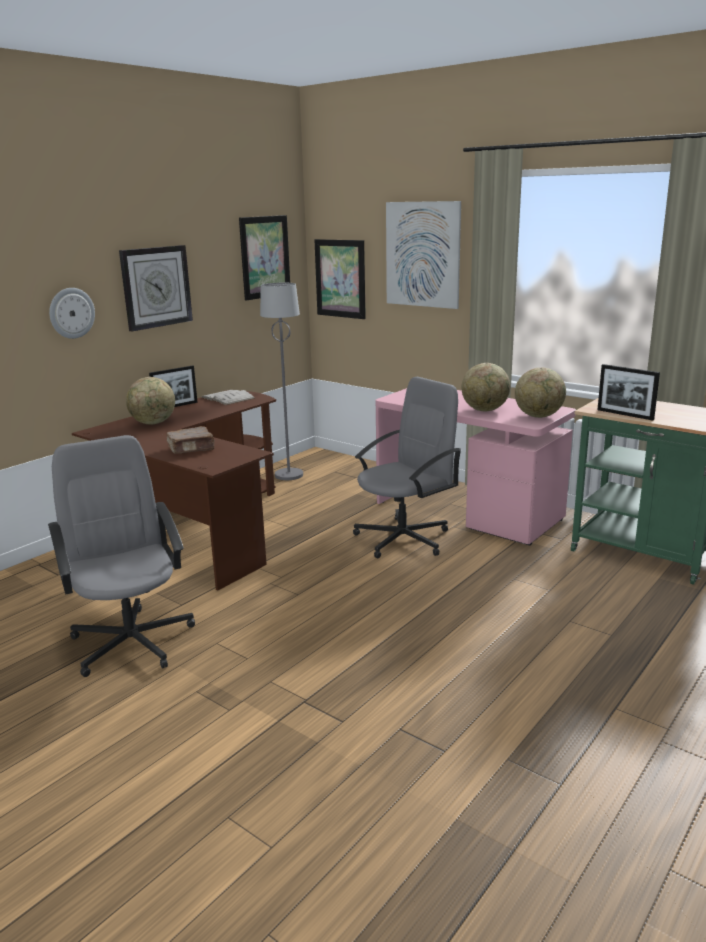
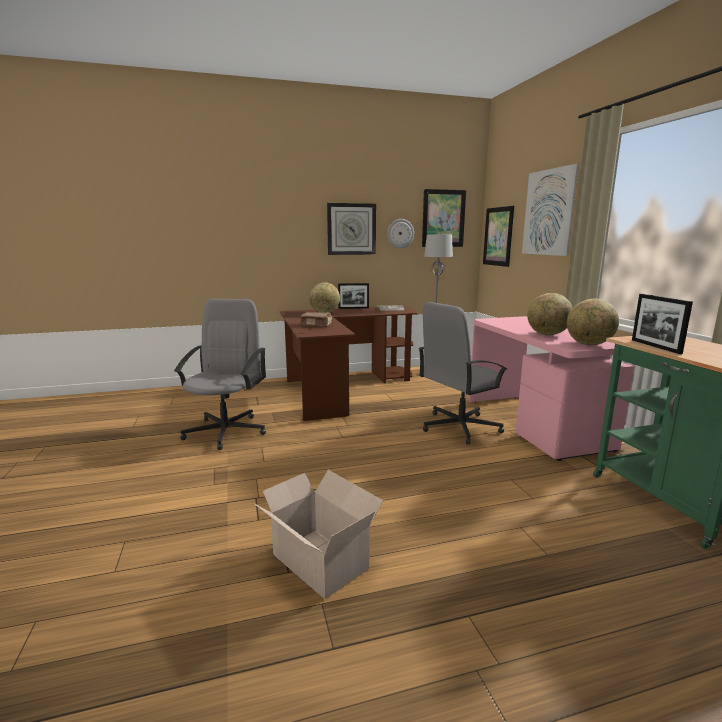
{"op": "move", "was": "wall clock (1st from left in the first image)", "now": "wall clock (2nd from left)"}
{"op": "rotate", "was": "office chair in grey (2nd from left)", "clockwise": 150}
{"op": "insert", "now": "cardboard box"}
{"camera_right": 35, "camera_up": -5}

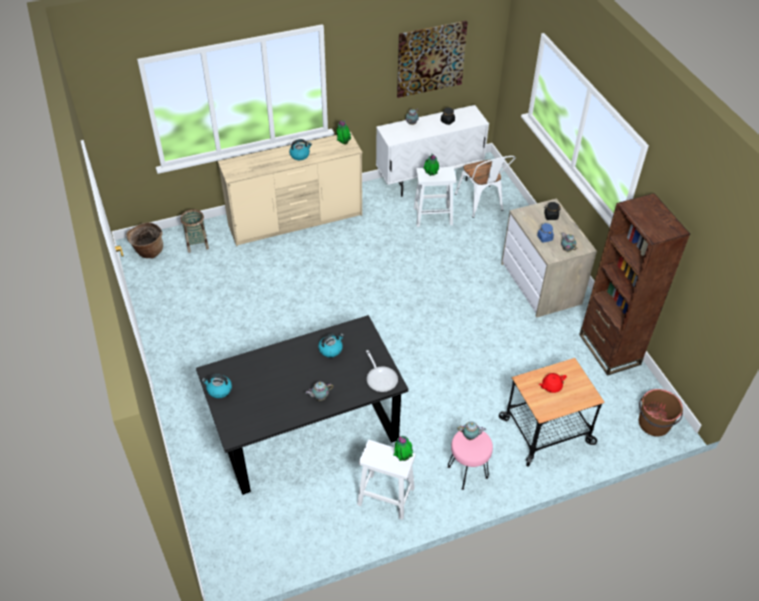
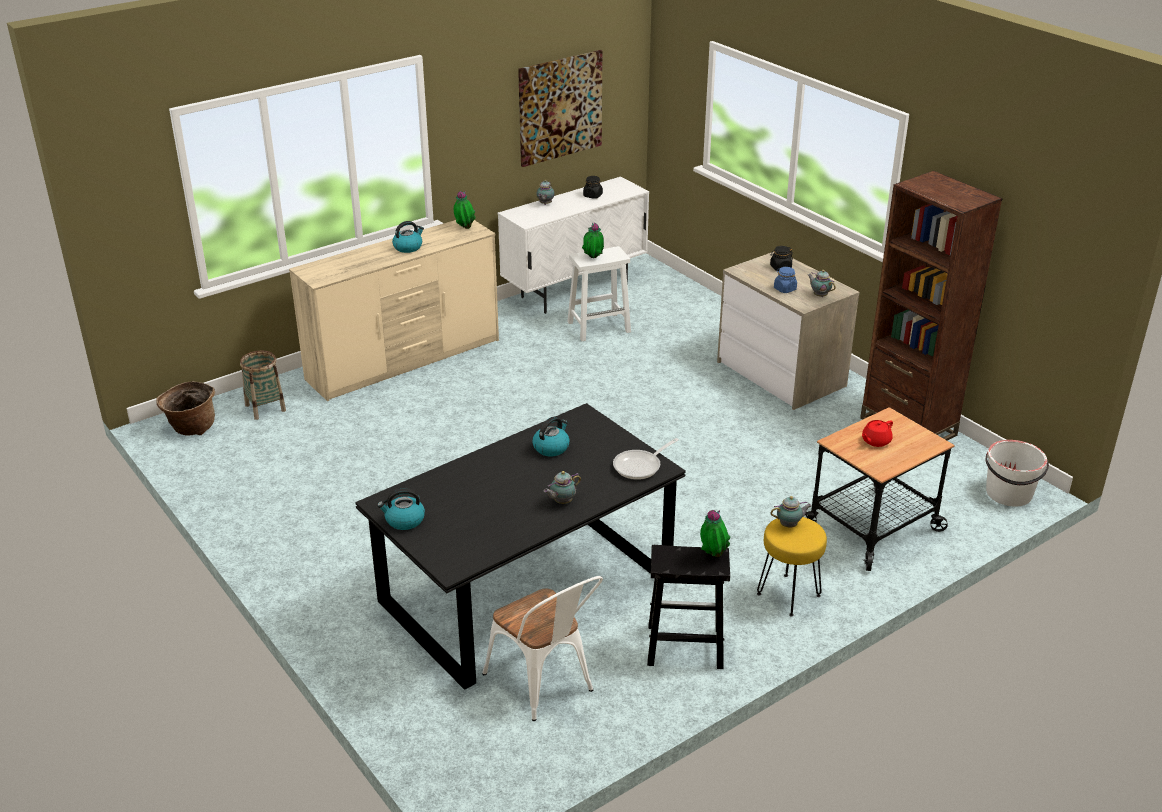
{"op": "recolor", "was": "stool in white (1st from left)", "now": "stool in black"}
{"op": "rotate", "was": "frying pan", "clockwise": 90}
{"op": "recolor", "was": "stool in pink", "now": "stool in yellow"}
{"op": "move", "was": "chair in white"}
{"op": "recolor", "was": "bucket in brown", "now": "bucket in white"}
{"camera_right": -15, "camera_up": -15}

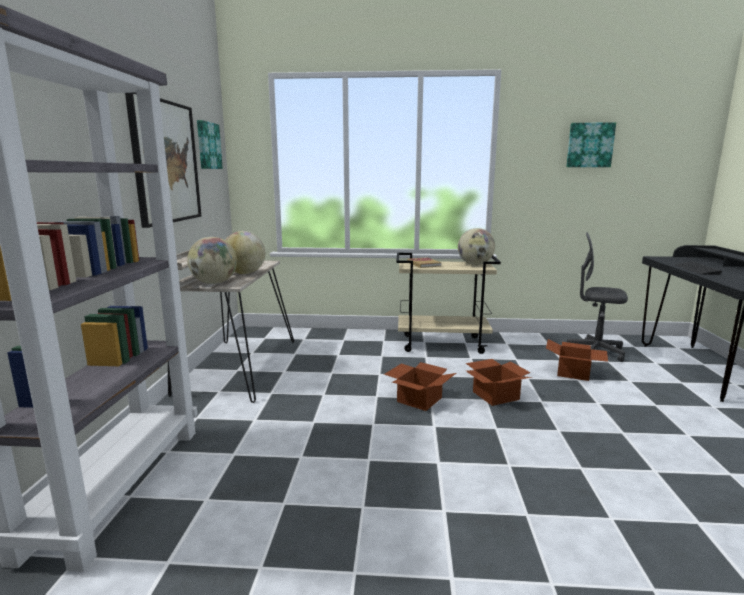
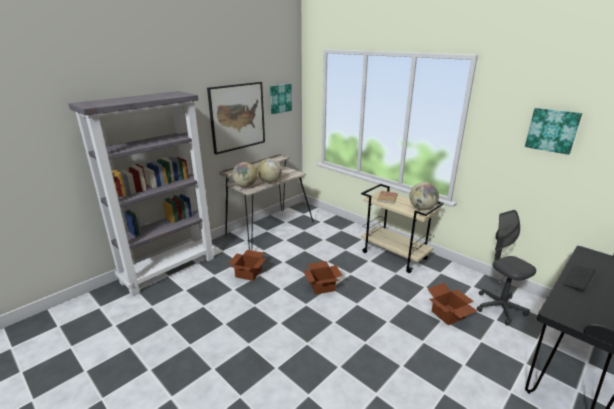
{"op": "move", "was": "cardboard box (2nd from left in the first image)", "now": "cardboard box (1st from left)"}
{"camera_right": 40, "camera_up": 10}

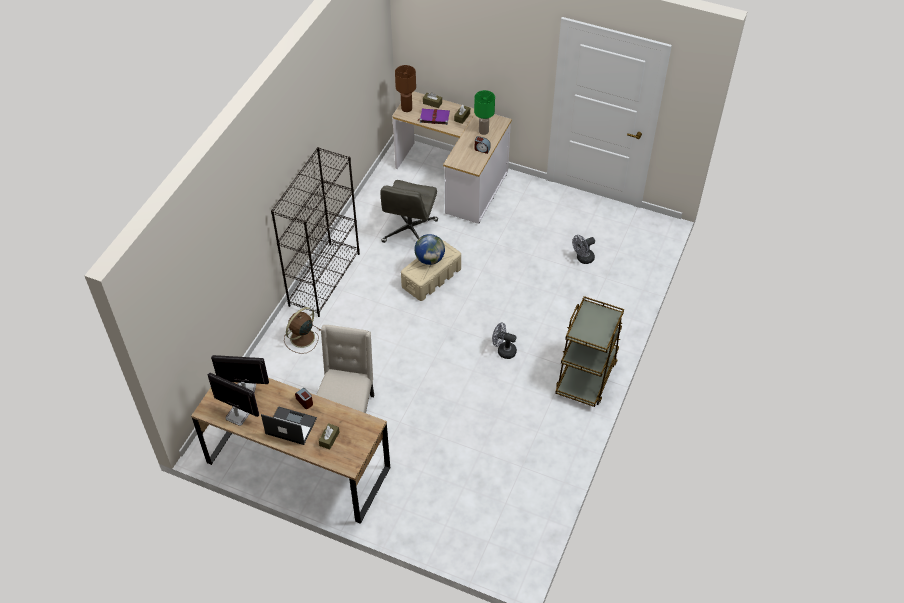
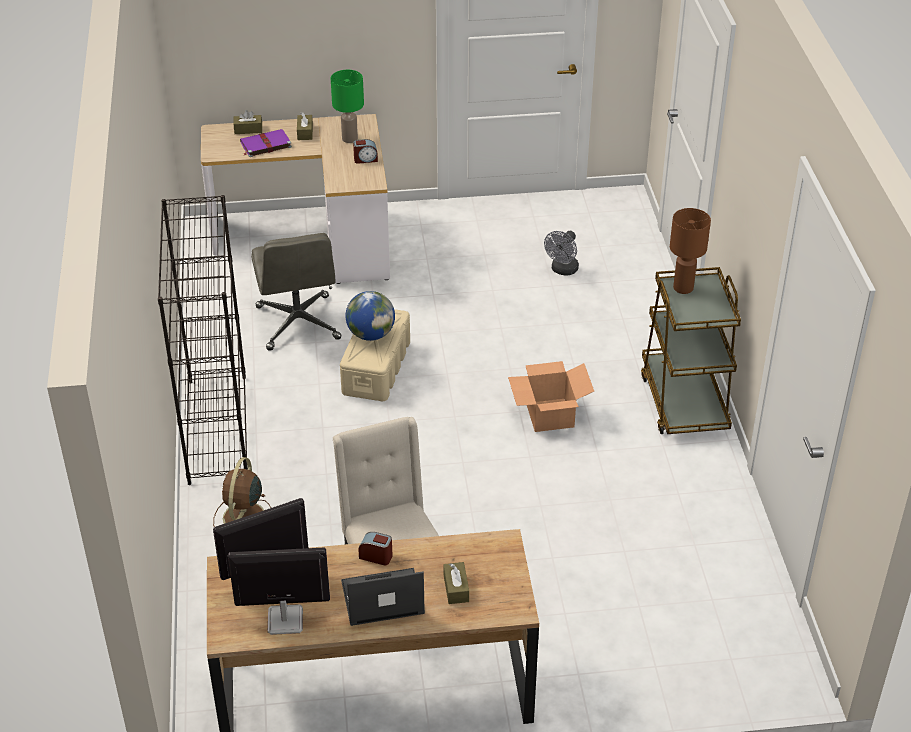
{"op": "move", "was": "table lamp in brown"}
{"op": "replace", "was": "fan in grey (1st from left)", "now": "cardboard box"}
{"camera_right": -30, "camera_up": -10}

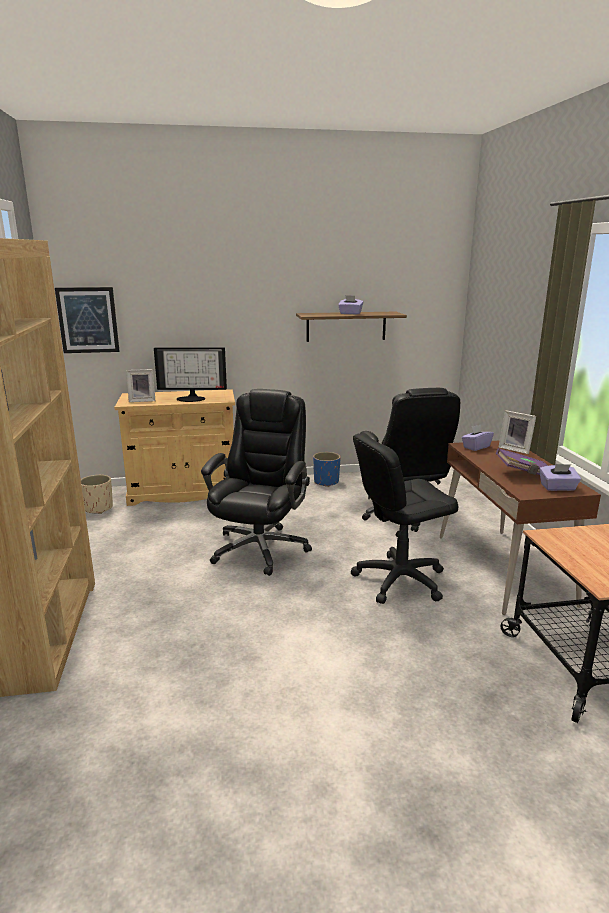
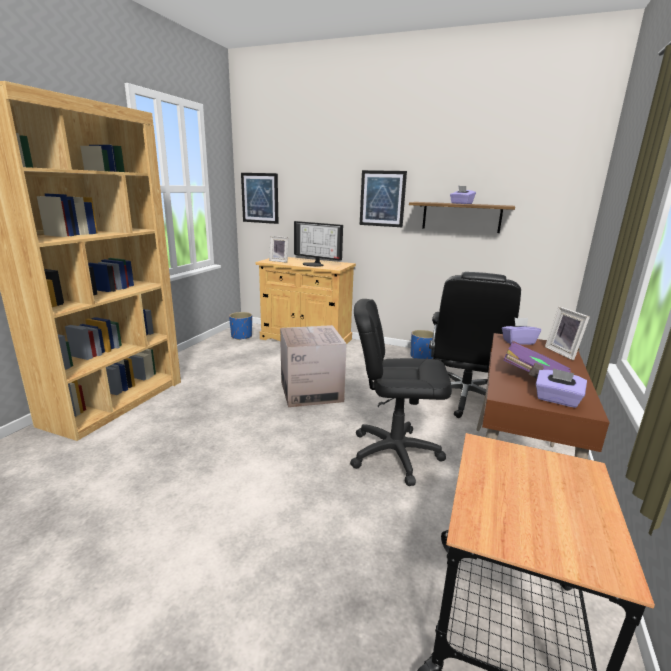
{"op": "recolor", "was": "planter in beige", "now": "planter in blue (1st from left)"}
{"op": "replace", "was": "office chair in black (1st from left)", "now": "cardboard box"}
{"op": "insert", "now": "picture (2nd from left)"}
{"camera_right": 30, "camera_up": 0}

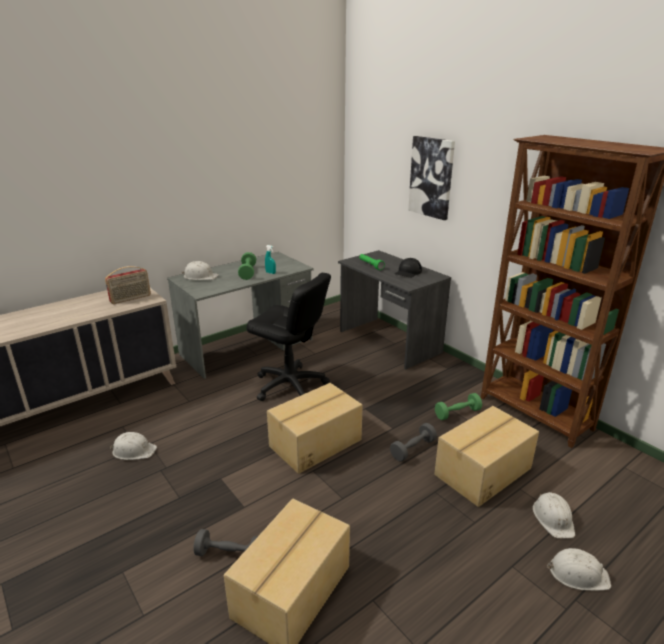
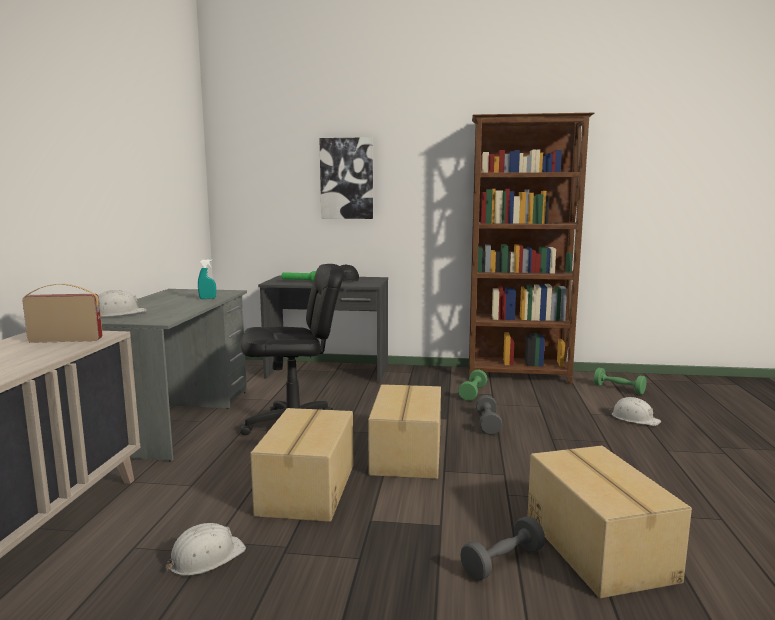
{"op": "rotate", "was": "radio", "clockwise": -105}
{"op": "move", "was": "dumbbell in green (1st from left in the first image)", "now": "dumbbell in green (2nd from left)"}
{"op": "move", "was": "cardboard box (3rd from left in the first image)", "now": "cardboard box (1st from left)"}
{"op": "delete", "was": "hard hat in white (4th from left)"}
{"camera_right": -45, "camera_up": -15}

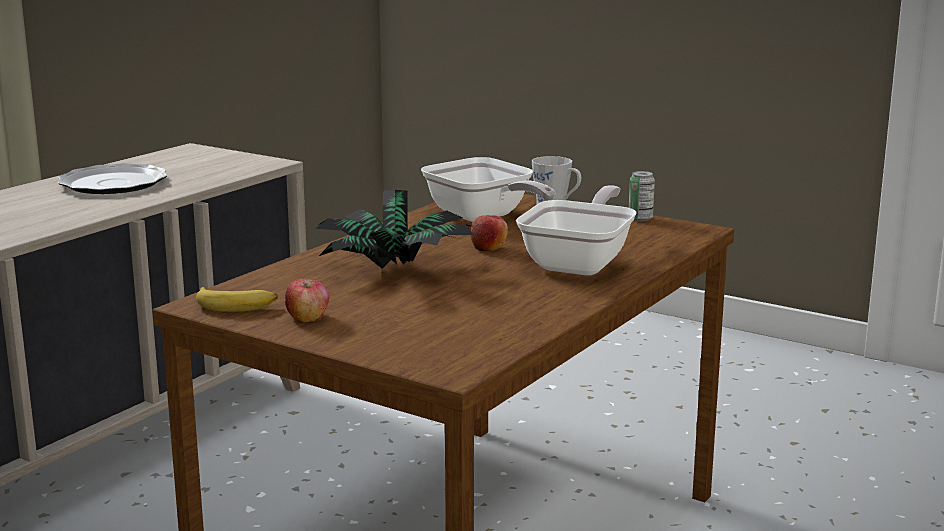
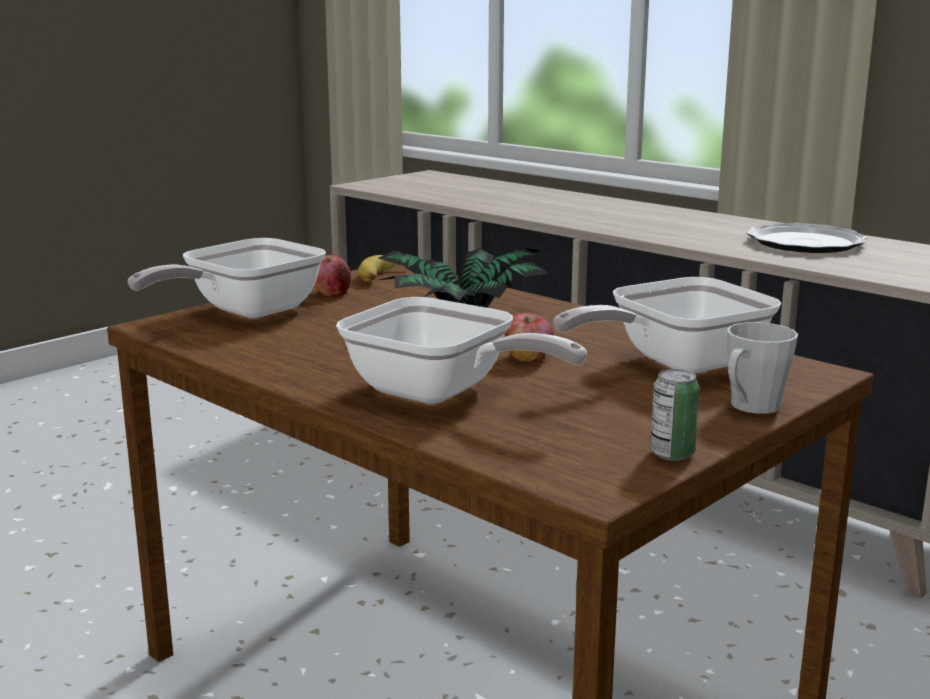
{"op": "insert", "now": "frying pan (1st from left)"}
{"camera_right": 100, "camera_up": 0}

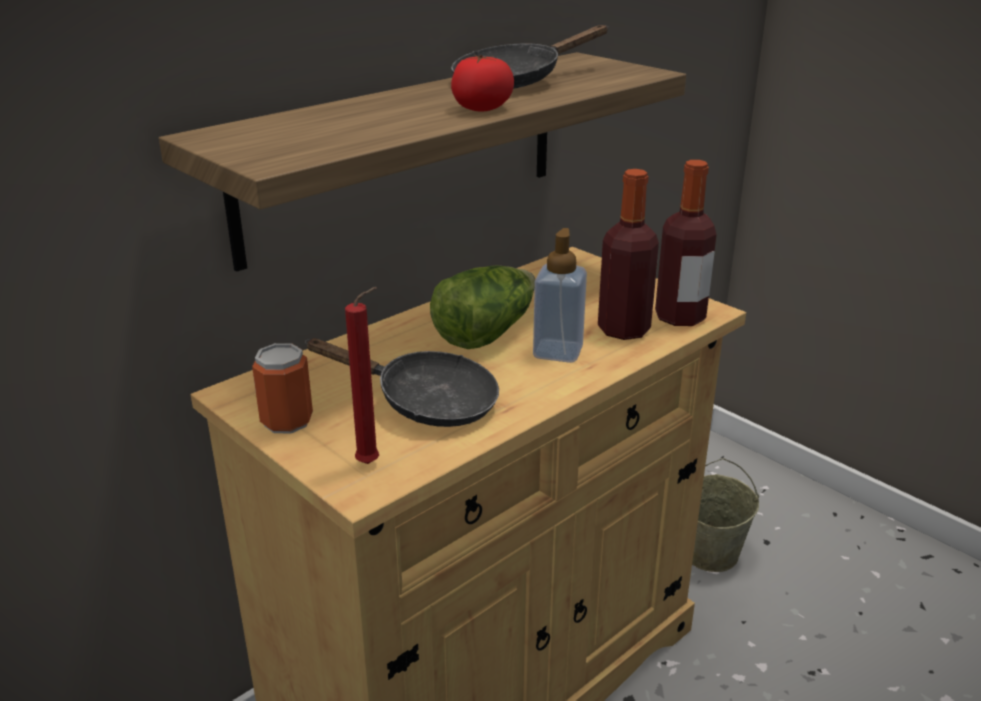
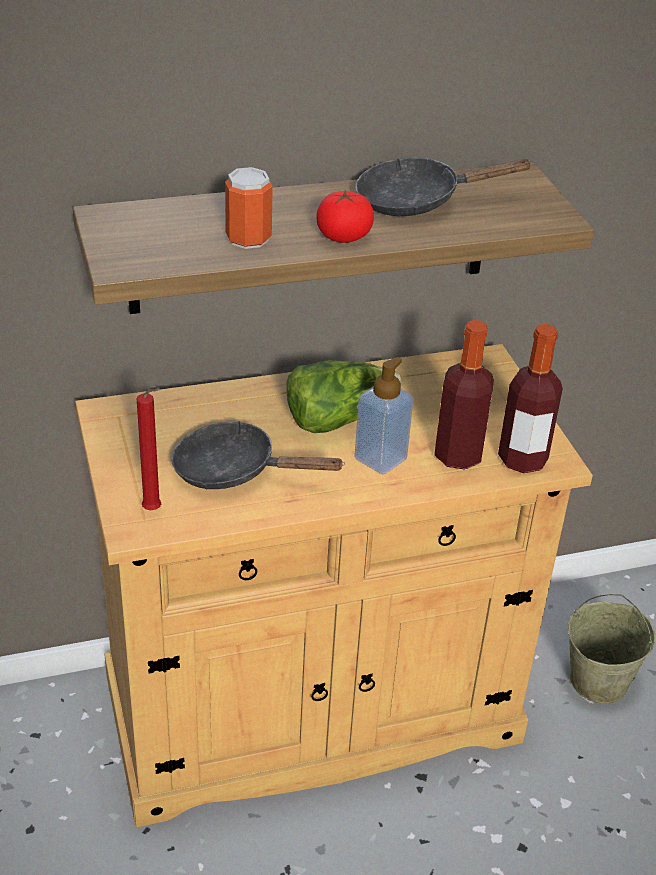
{"op": "move", "was": "can"}
{"op": "rotate", "was": "frying pan in black (1st from left)", "clockwise": 150}
{"camera_right": 25, "camera_up": 10}

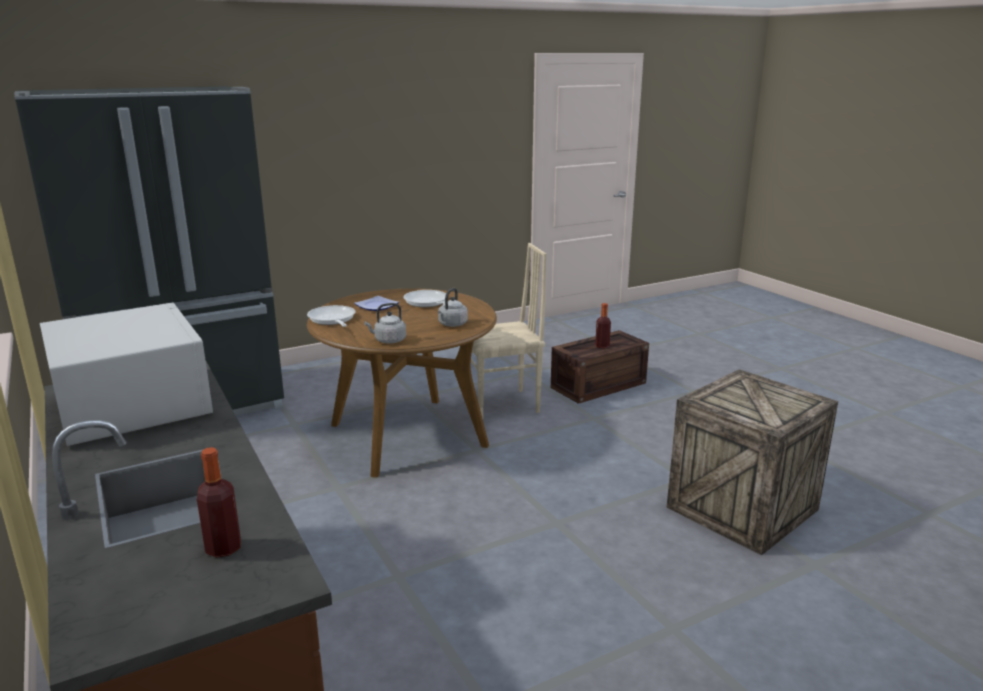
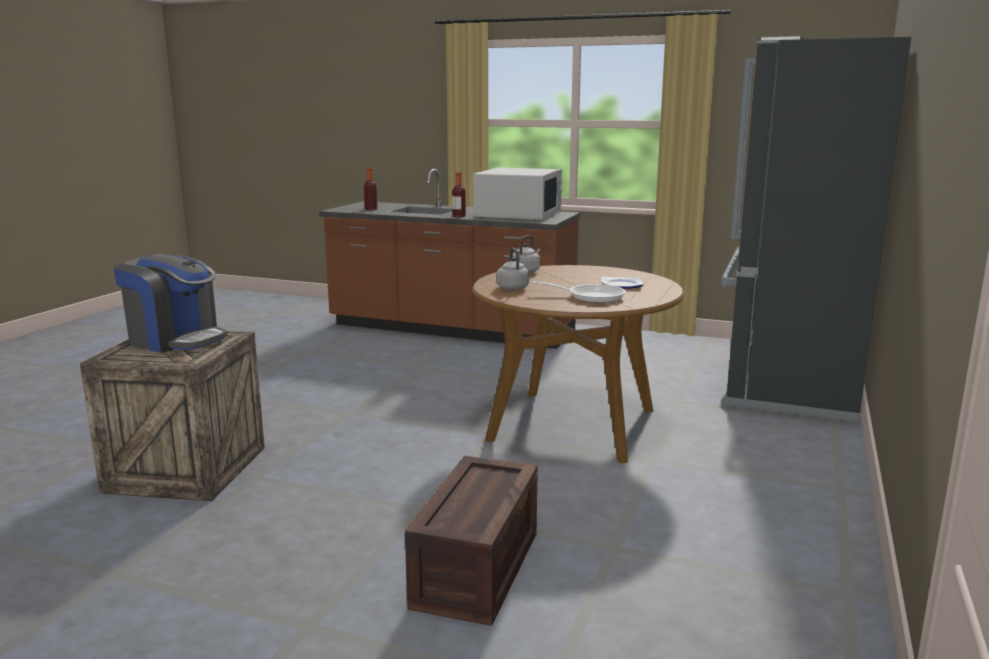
{"op": "rotate", "was": "microwave in white", "clockwise": -90}
{"op": "delete", "was": "frying pan (1st from left)"}
{"op": "delete", "was": "chair in beige"}
{"op": "move", "was": "bottle (2nd from left)"}
{"op": "insert", "now": "coffee machine"}
{"camera_right": 140, "camera_up": -5}

